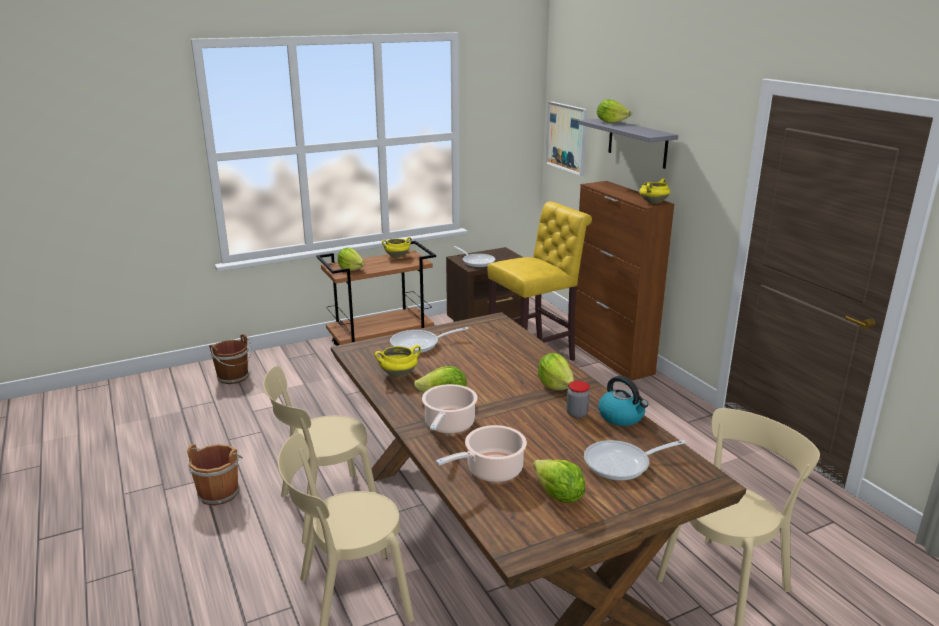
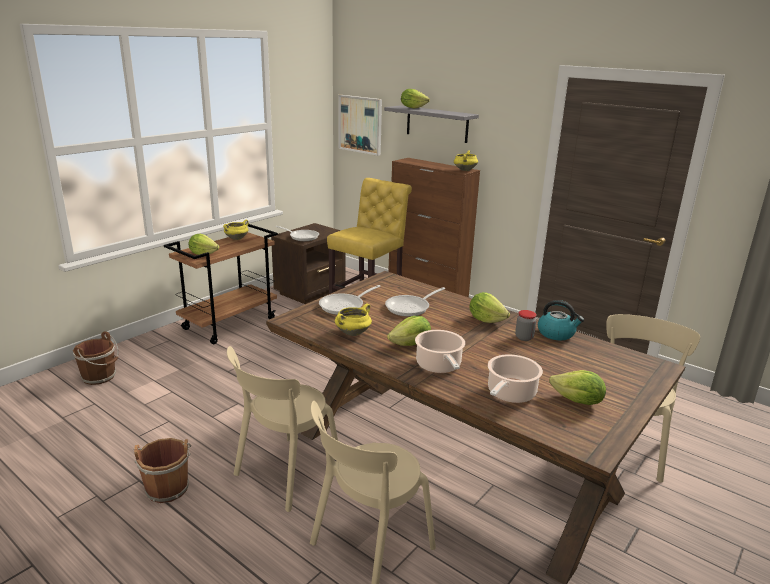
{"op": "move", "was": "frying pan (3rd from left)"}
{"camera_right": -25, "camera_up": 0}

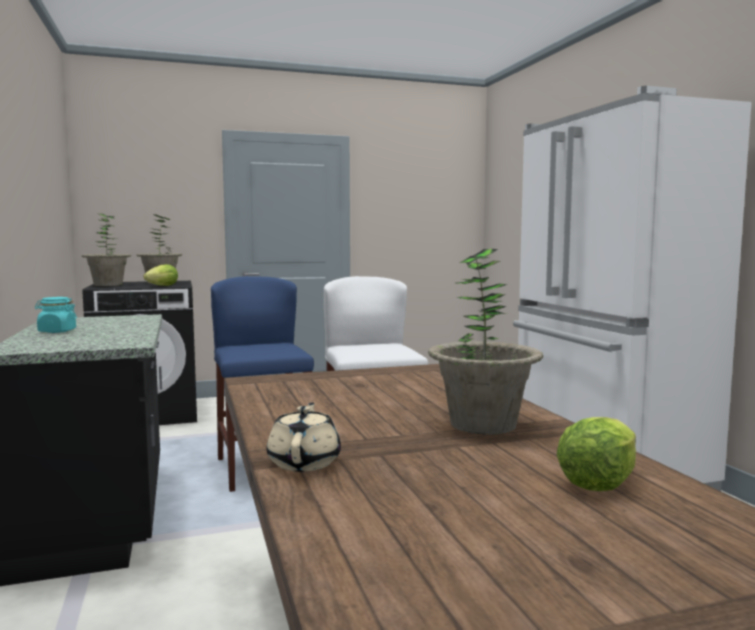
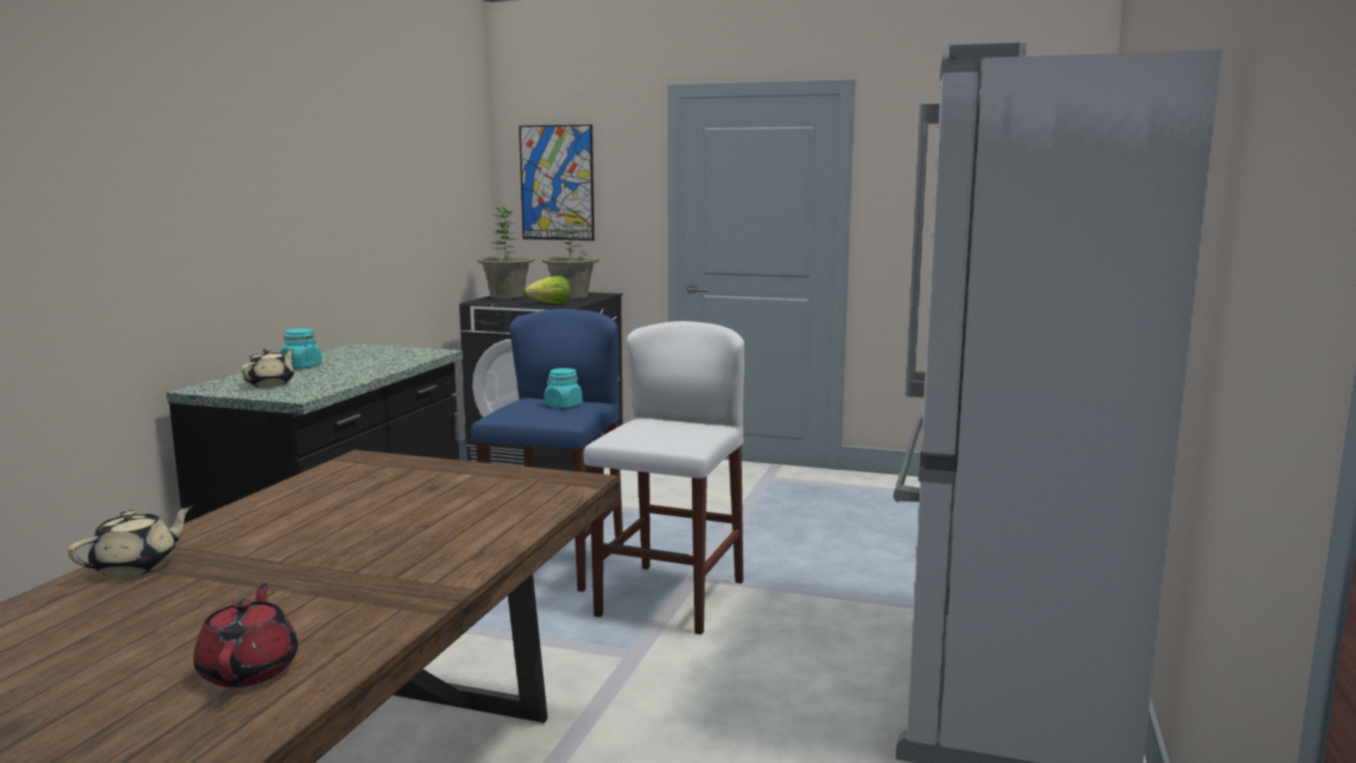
{"op": "delete", "was": "potted plant (3rd from left)"}
{"op": "replace", "was": "lettuce (2nd from left)", "now": "teapot in red"}
{"op": "insert", "now": "teapot in beige (2nd from left)"}
{"op": "insert", "now": "picture"}
{"op": "insert", "now": "jar in turquoise (2nd from left)"}
{"camera_right": 35, "camera_up": 5}

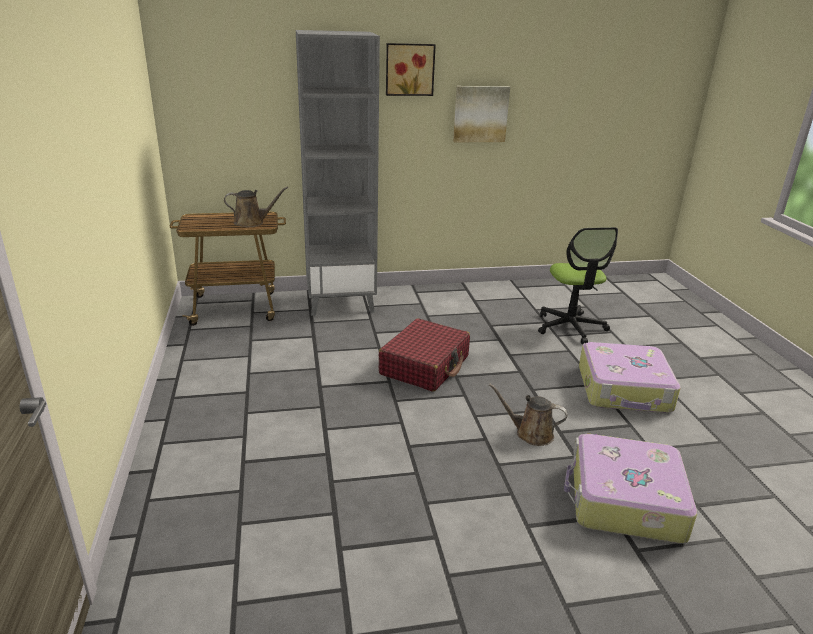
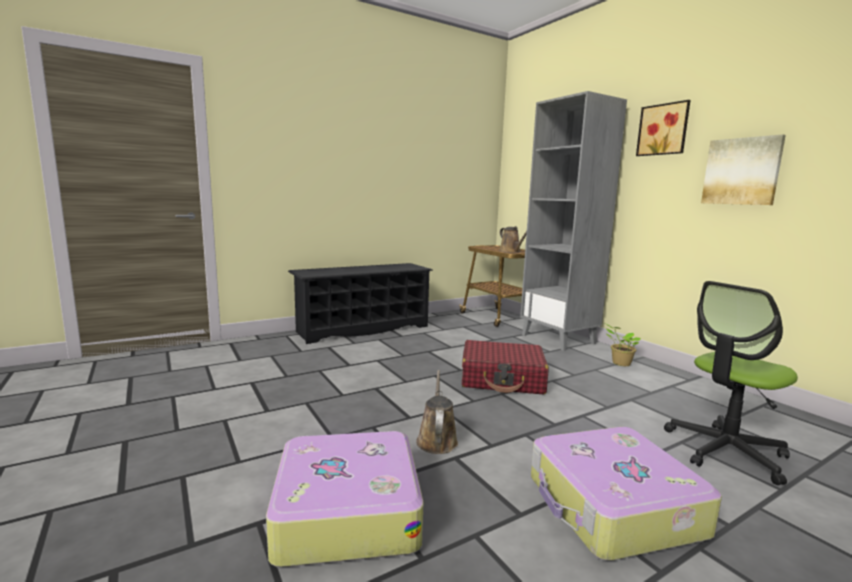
{"op": "insert", "now": "shoe rack in black"}
{"op": "insert", "now": "potted plant"}
{"camera_right": 70, "camera_up": -15}

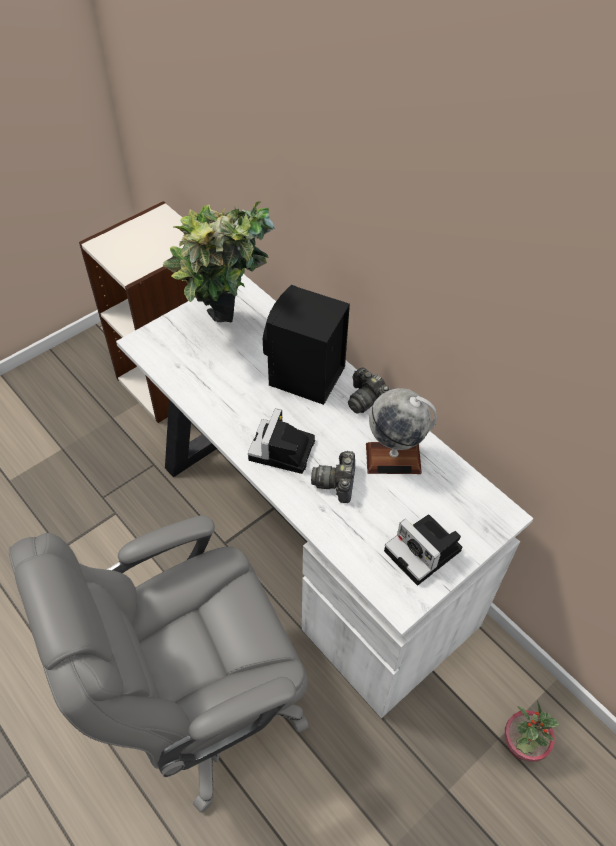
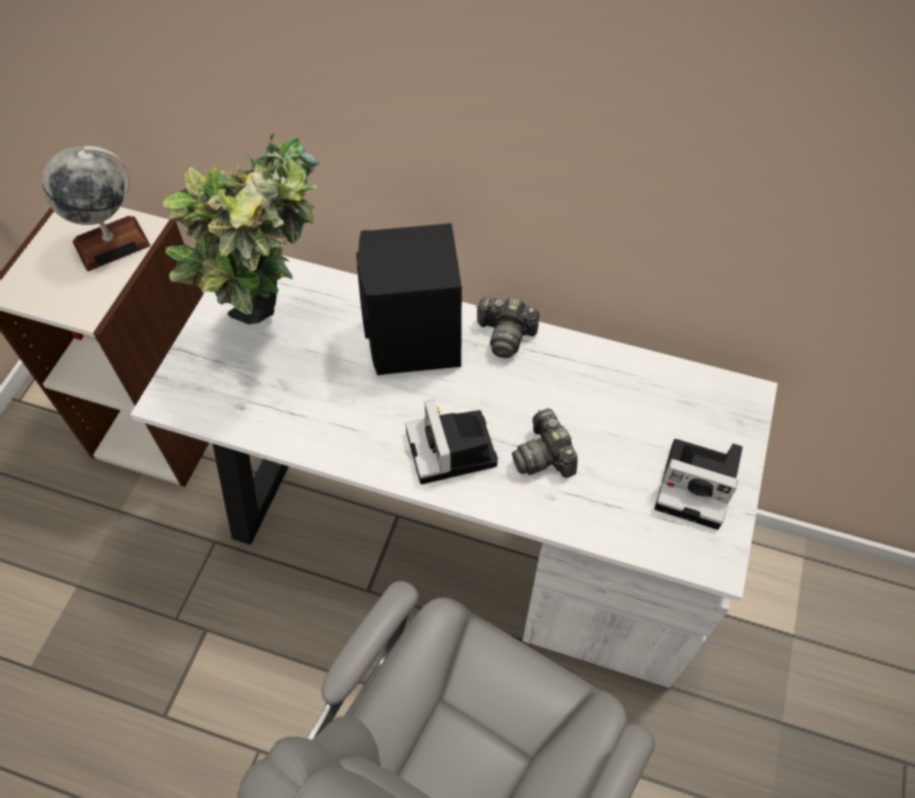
{"op": "move", "was": "globe"}
{"op": "delete", "was": "potted plant (2nd from left)"}
{"camera_right": -30, "camera_up": 5}

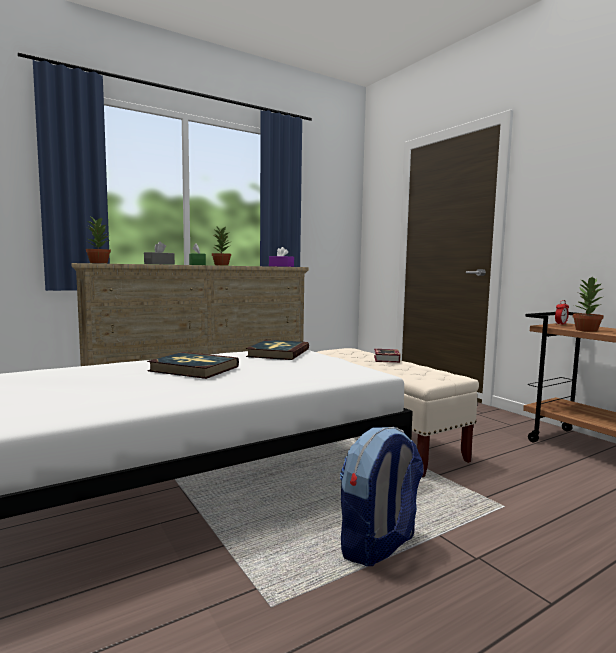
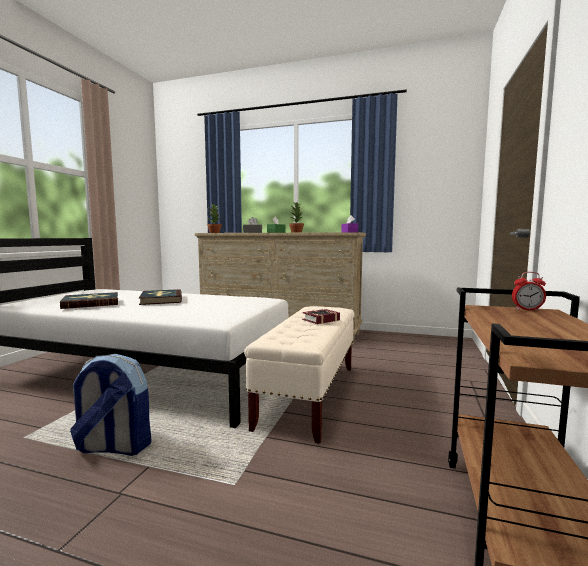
{"op": "move", "was": "book (2nd from left in the first image)", "now": "book (1st from left)"}
{"op": "delete", "was": "potted plant (3rd from left)"}
{"camera_right": 50, "camera_up": 0}

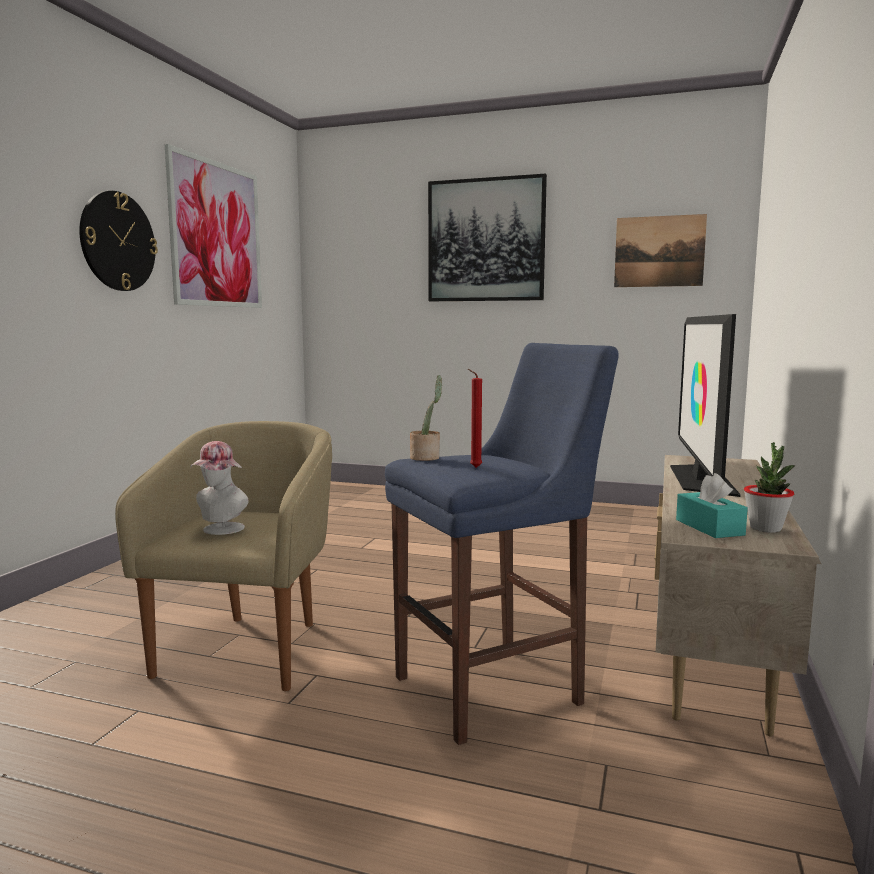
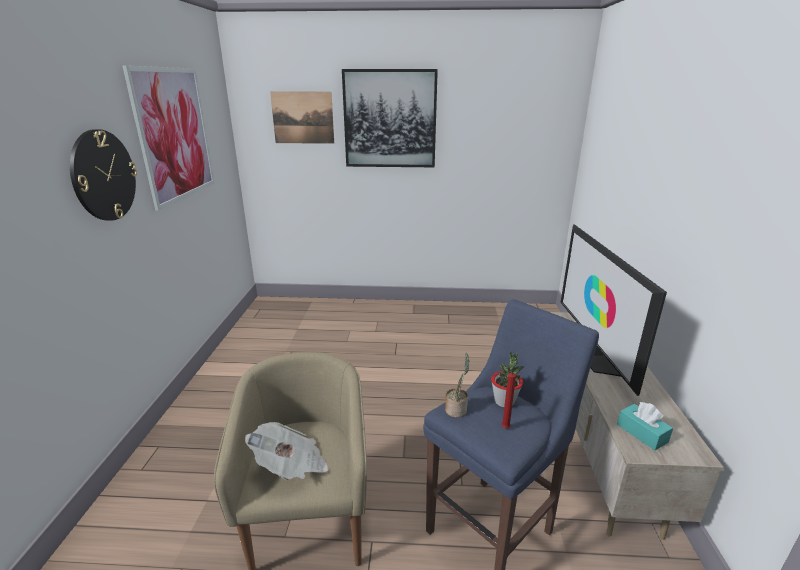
{"op": "replace", "was": "hat", "now": "newspaper"}
{"op": "move", "was": "picture (3rd from left in the first image)", "now": "picture (2nd from left)"}
{"op": "move", "was": "potted plant (2nd from left)"}
{"camera_right": -15, "camera_up": 15}

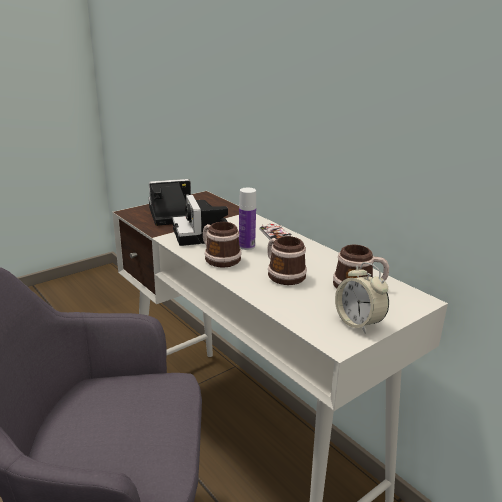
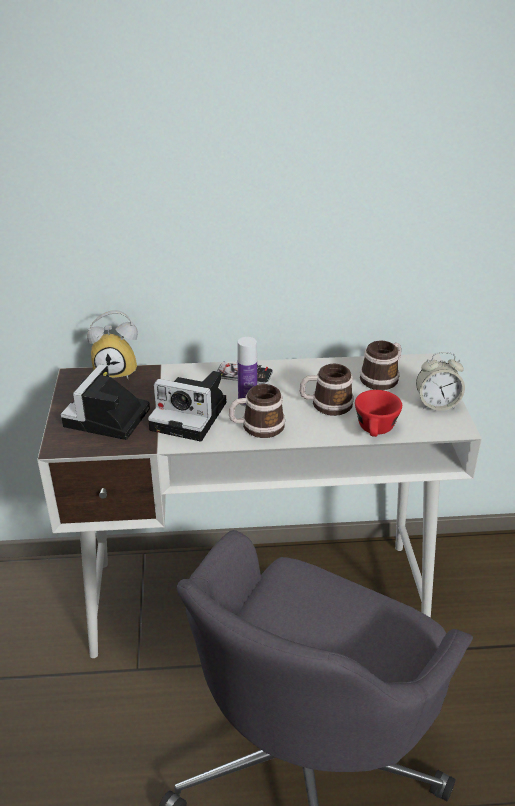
{"op": "insert", "now": "alarm clock (1st from left)"}
{"op": "insert", "now": "cup in red"}
{"camera_right": -55, "camera_up": 10}

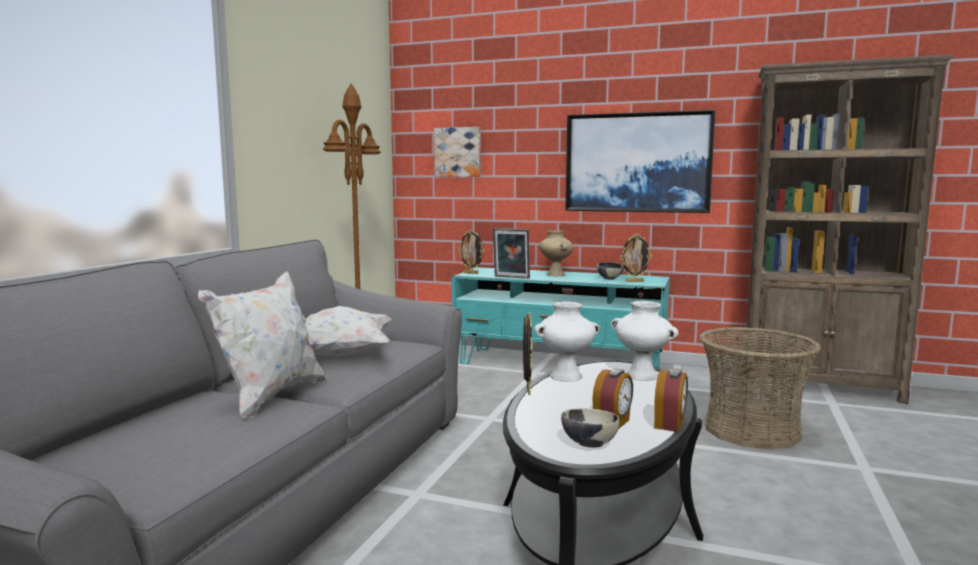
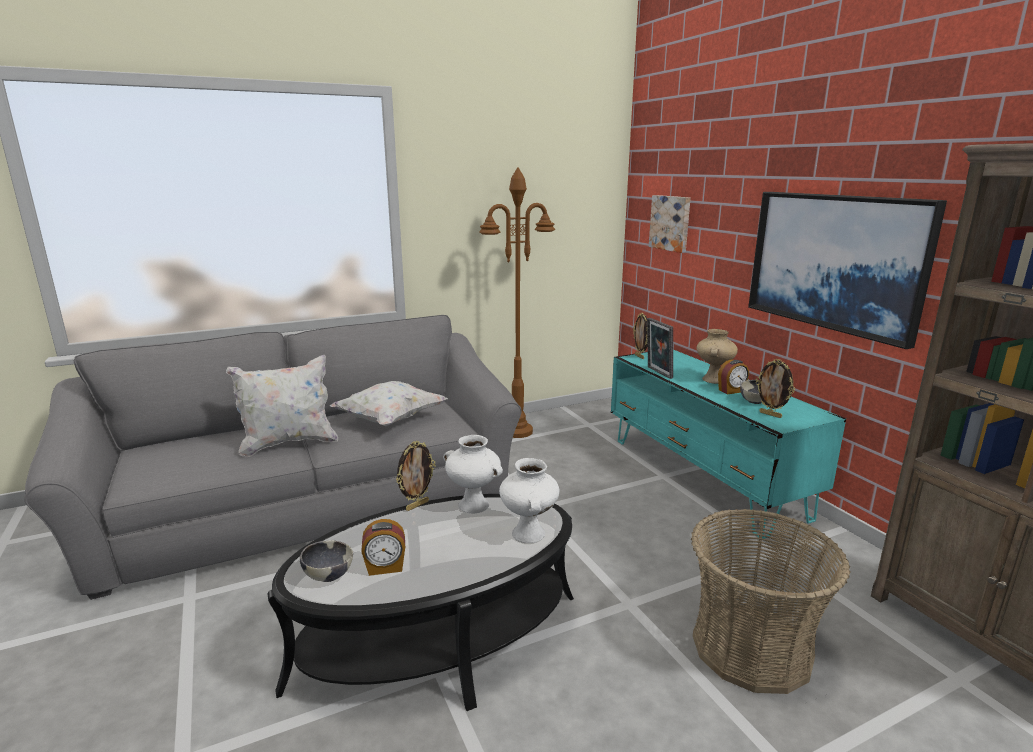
{"op": "move", "was": "alarm clock (2nd from left)"}
{"camera_right": 45, "camera_up": 10}

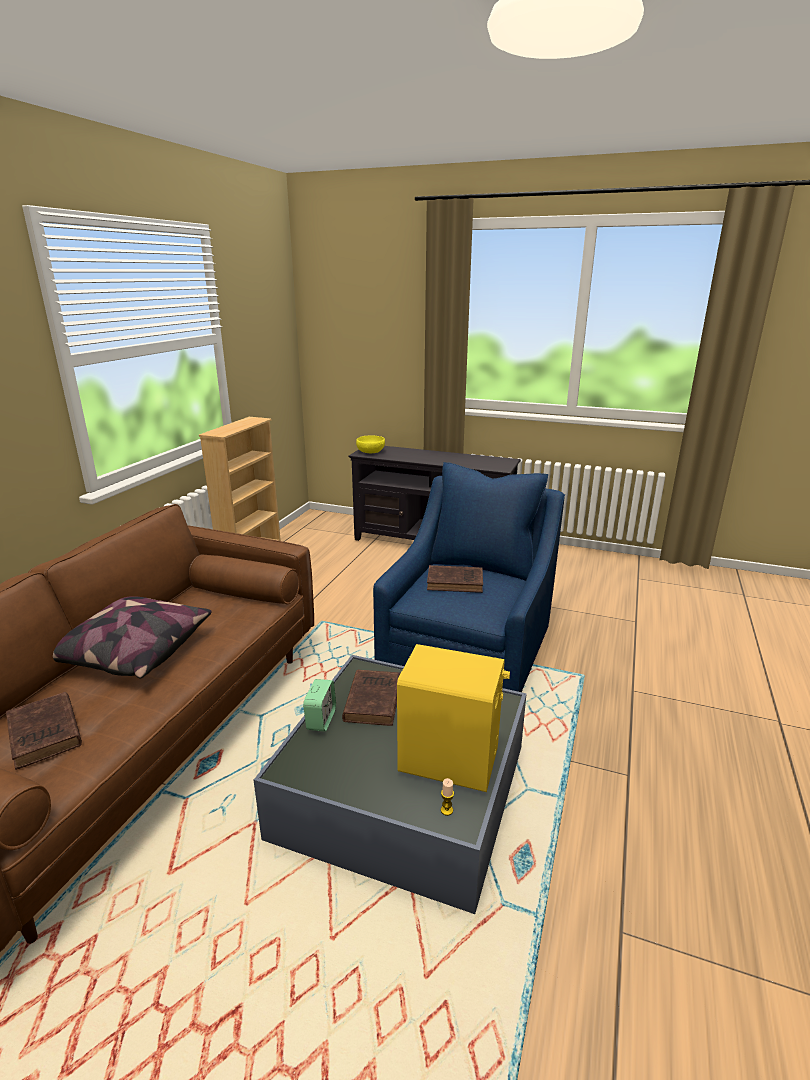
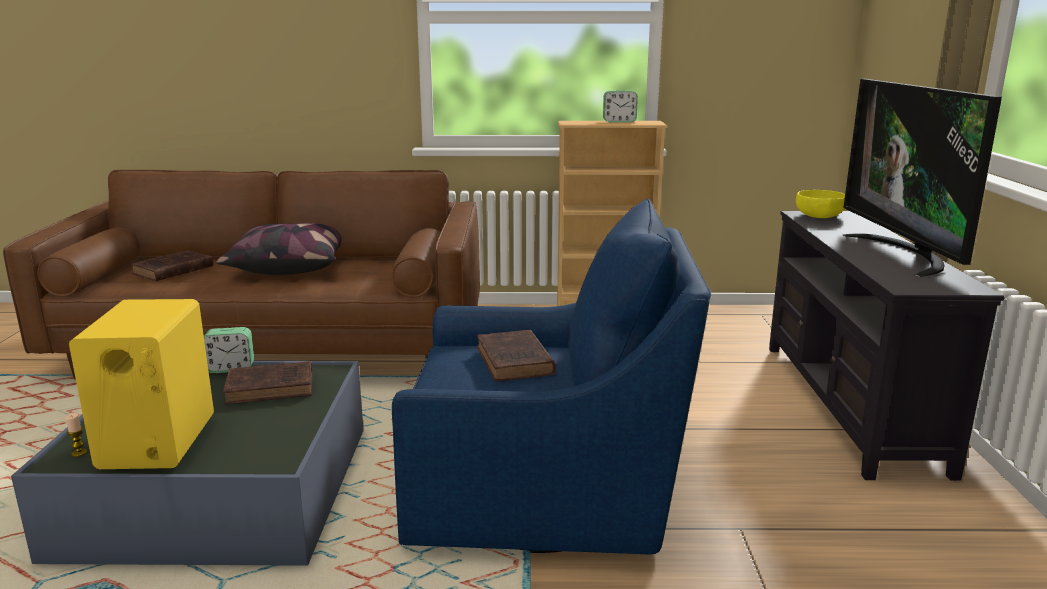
{"op": "insert", "now": "alarm clock (2nd from left)"}
{"op": "insert", "now": "television"}
{"camera_right": 70, "camera_up": -5}

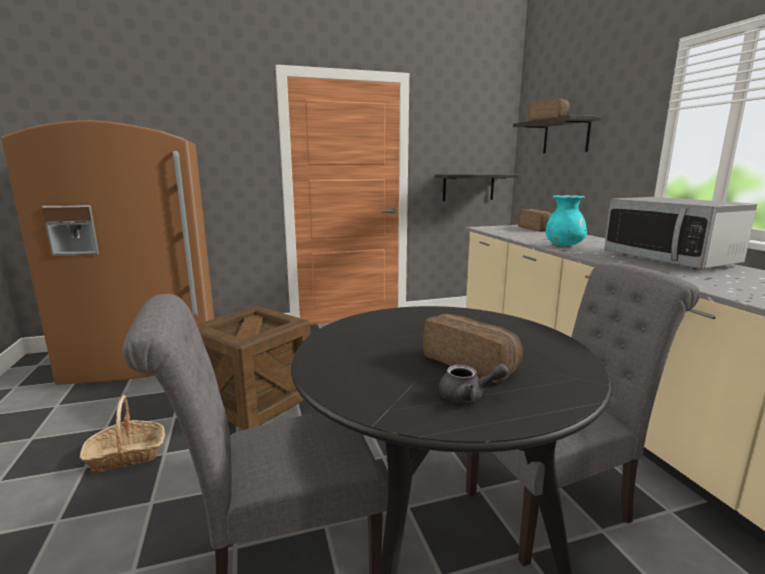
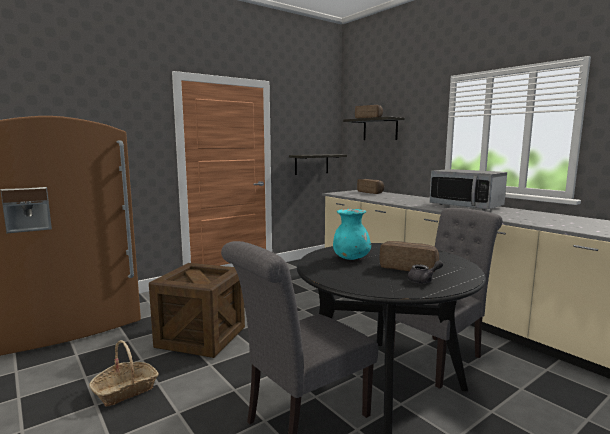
{"op": "move", "was": "vase in turquoise"}
{"camera_right": -20, "camera_up": -5}

